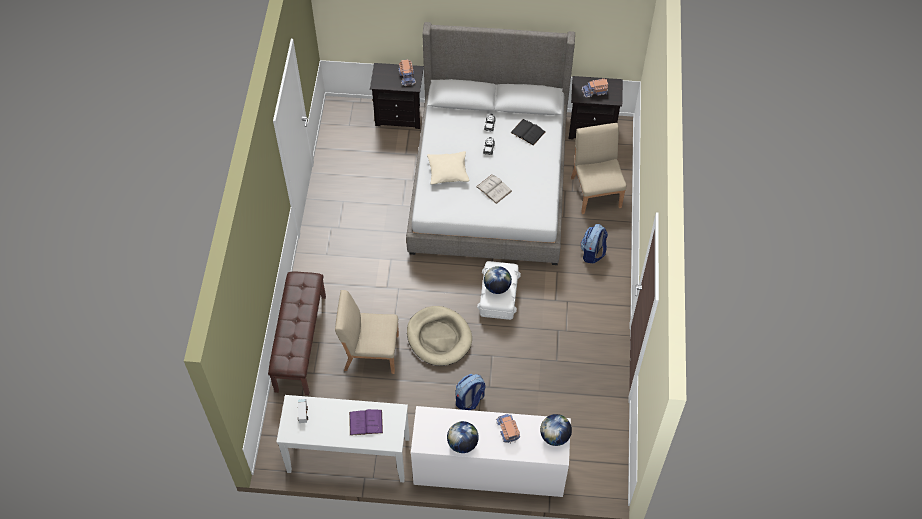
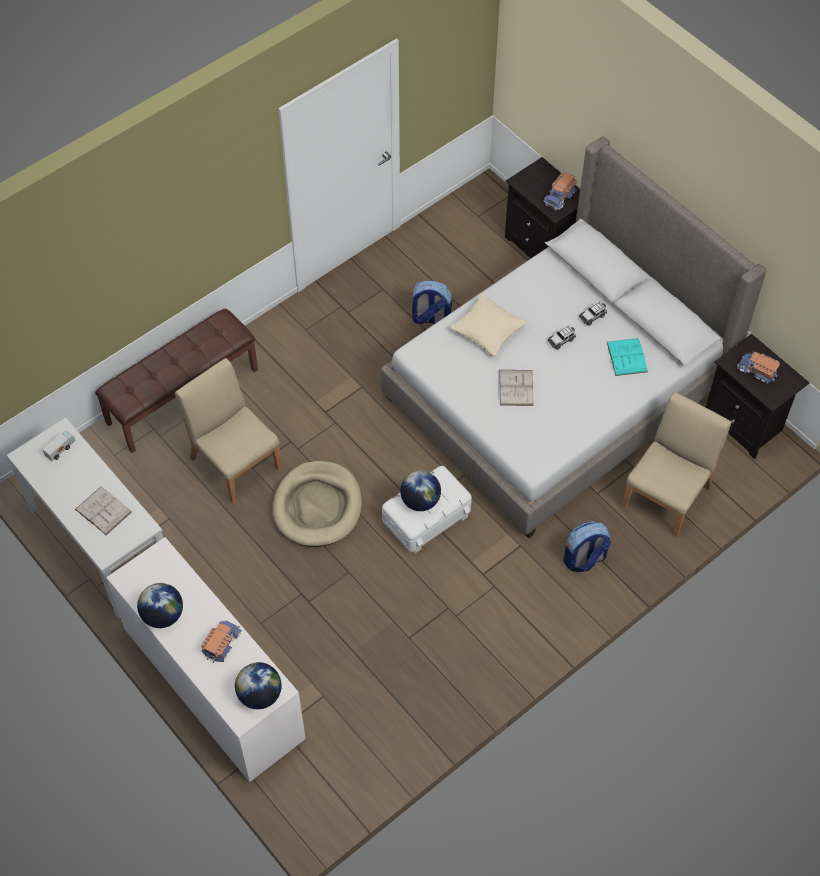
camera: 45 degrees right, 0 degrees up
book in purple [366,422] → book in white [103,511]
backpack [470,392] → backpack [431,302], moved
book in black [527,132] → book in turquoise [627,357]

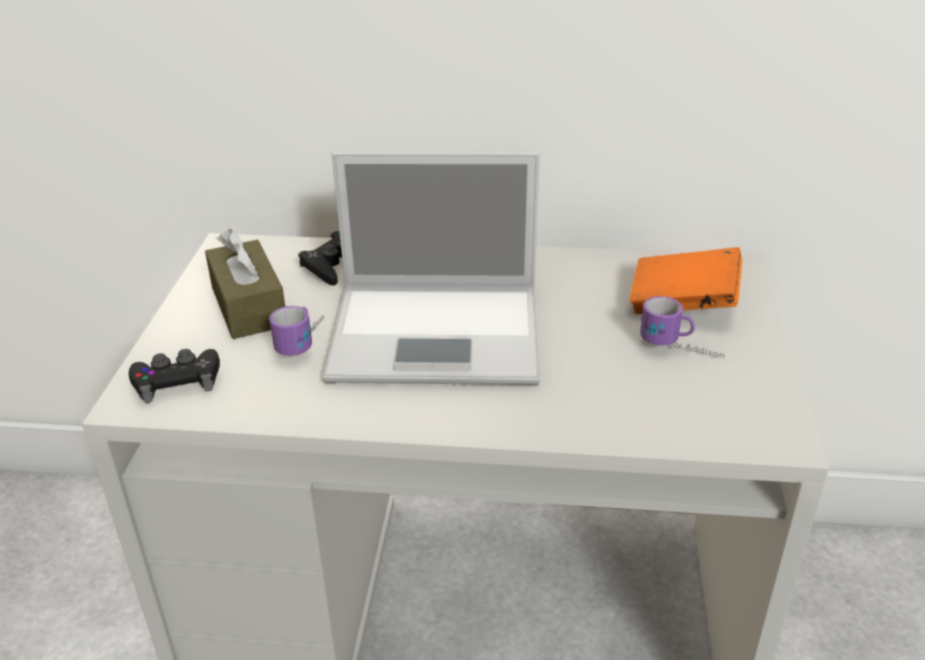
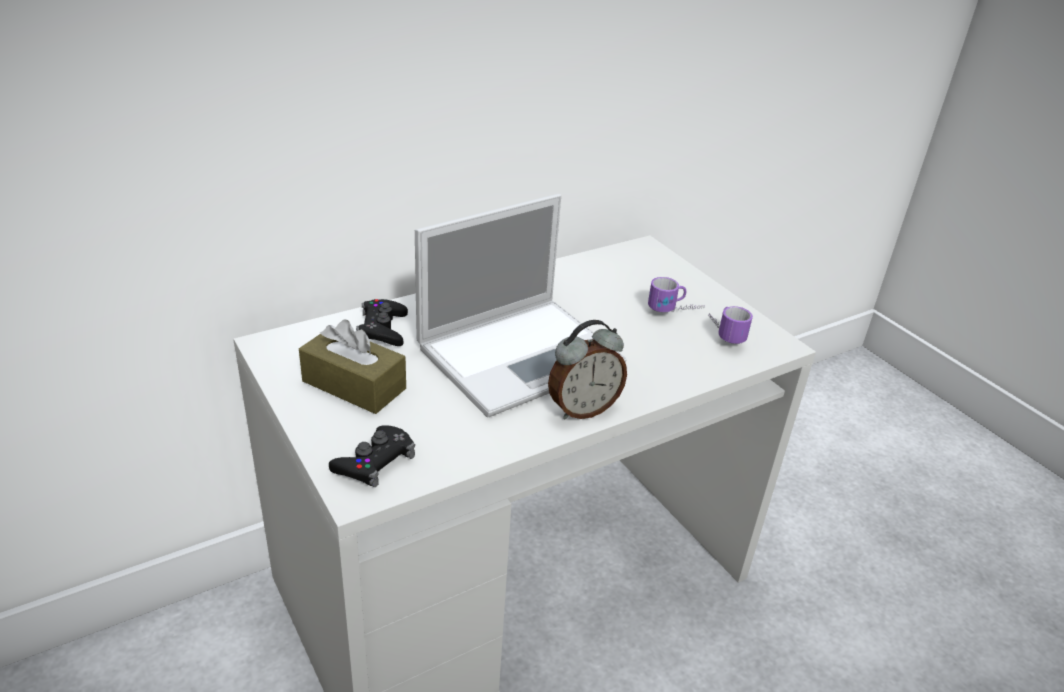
camera: 40 degrees left, 0 degrees up
- → alarm clock [587,369]
mug [296,331] → mug [731,325], moved
book in orange [685,280] → -

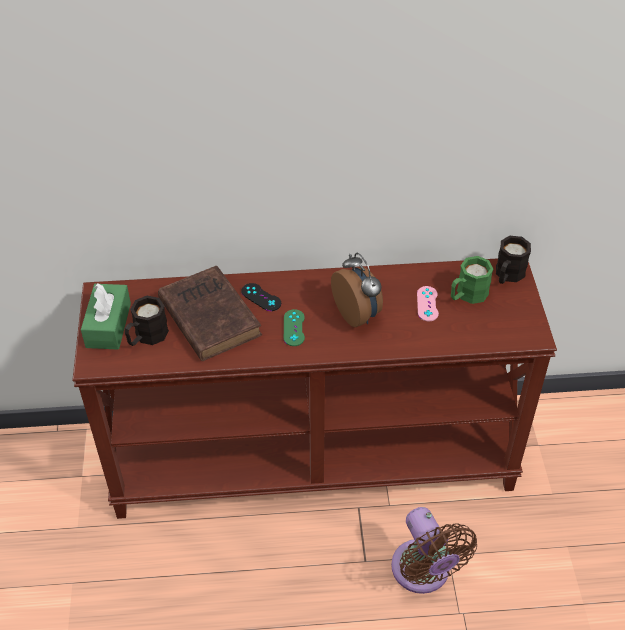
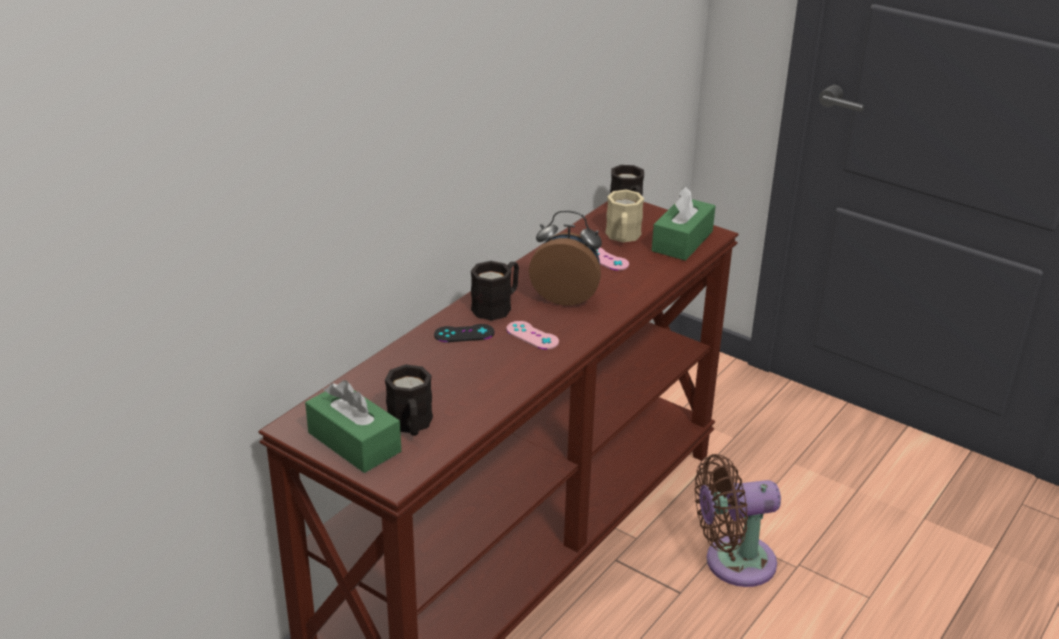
camera: 50 degrees left, 15 degrees down
- → mug in black [495,291]
game controller in green [294,327] → game controller in pink [532,335]
mug in green [472,280] → mug in beige [624,216]
- → tissue box in green [683,223]
fan in brown [434,550] → fan in brown [738,520], 150 degrees clockwise
book in brown [210,313] → -

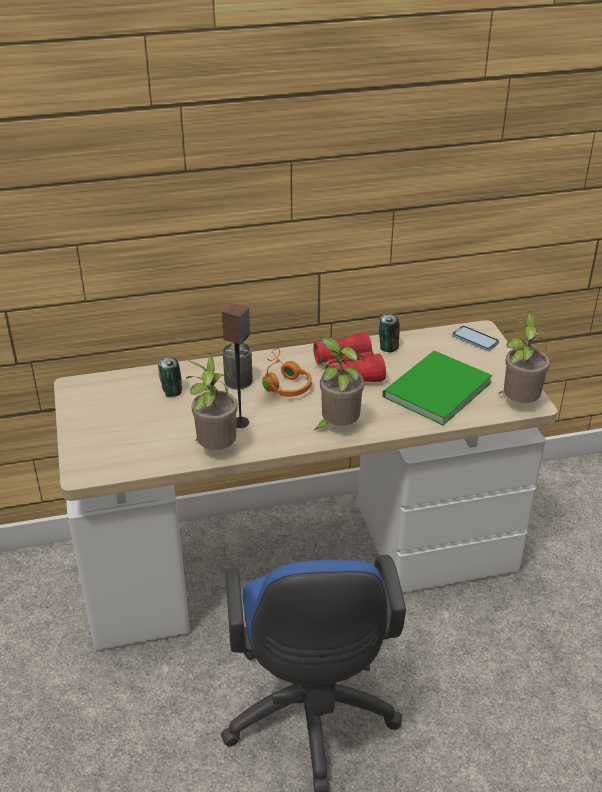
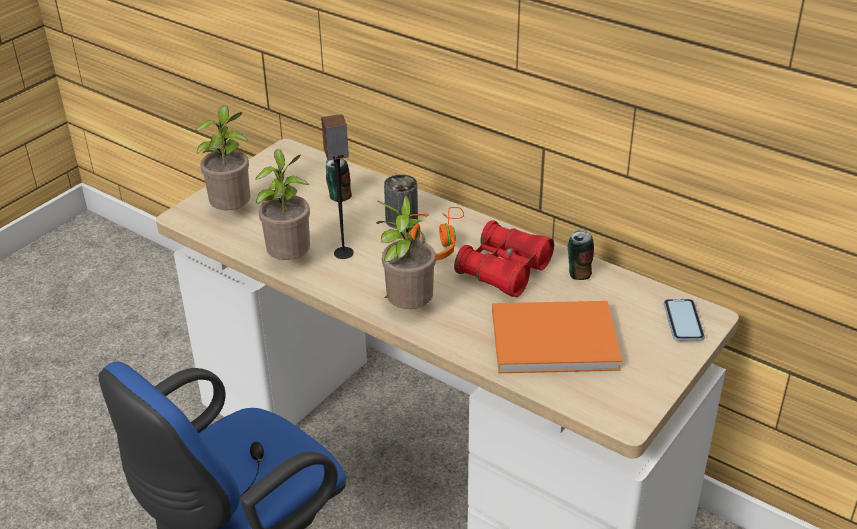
camera: 50 degrees right, 0 degrees up
potted plant [524,357] → potted plant [222,158], moved
book in green [437,387] → book in orange [557,337]

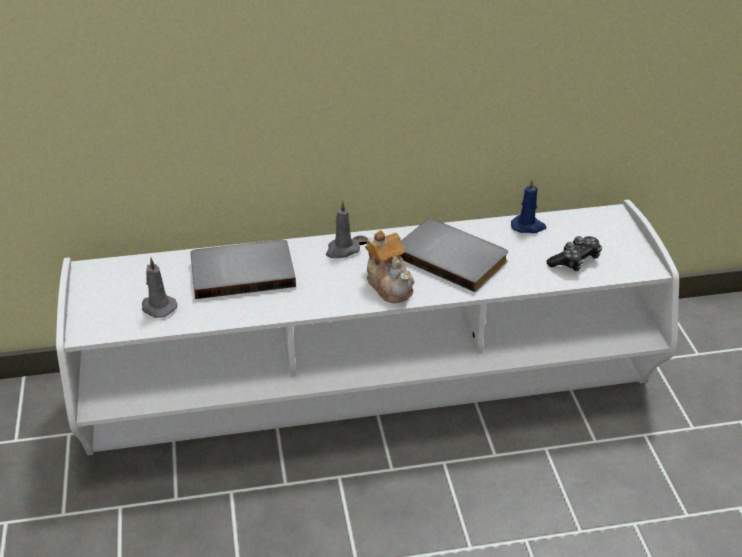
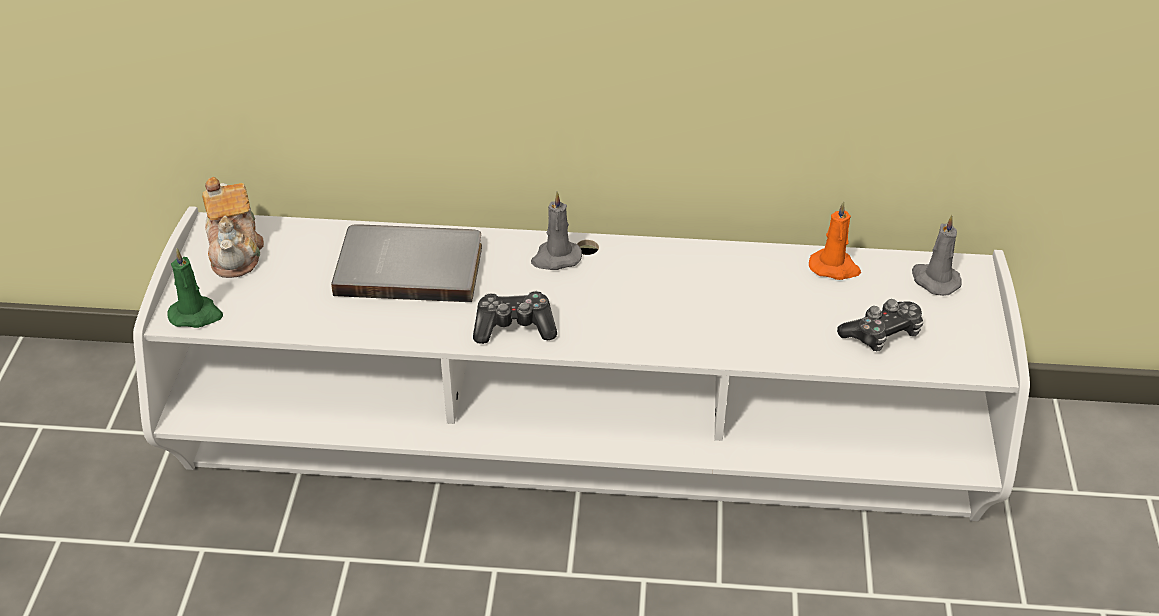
camera: 15 degrees right, 5 degrees up
- → candle in green [195,288]
teapot [389,266] → teapot [233,227], moved
- → game controller [515,317]
candle in blue [528,205] → candle in orange [835,240]
candle in grey [159,287] → candle in grey [937,255], moved
book in grey [454,255] → -

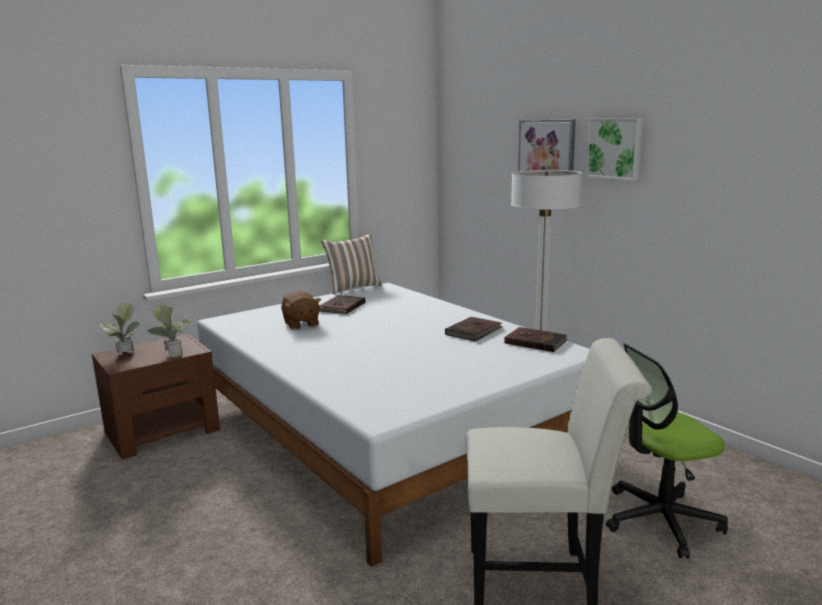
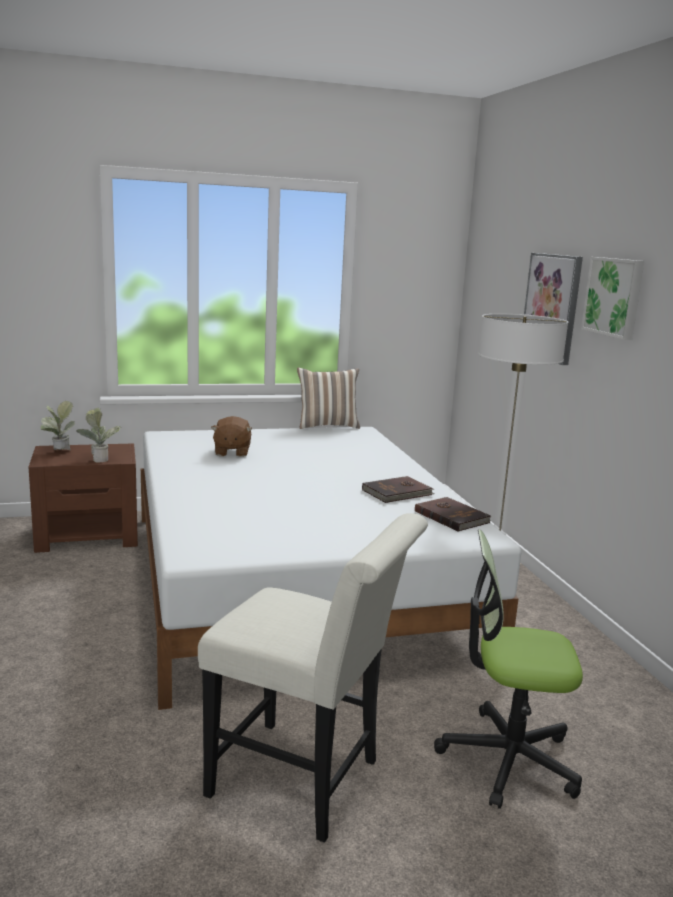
camera: 20 degrees right, 0 degrees up
book in brown [342,304] → -

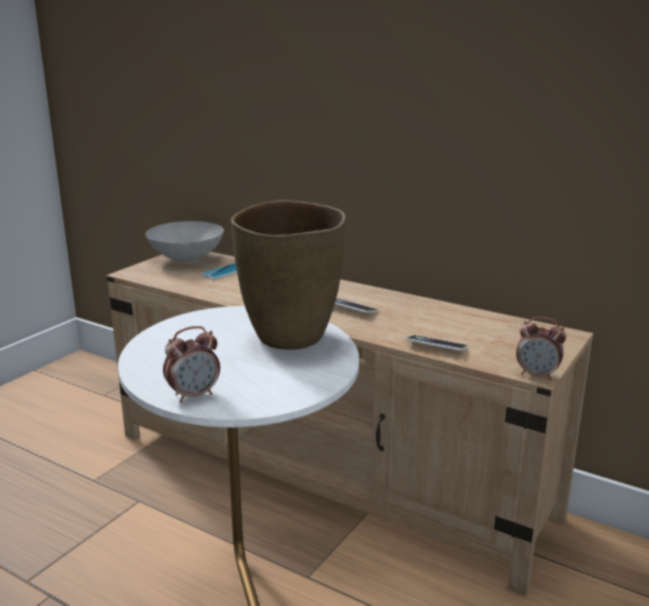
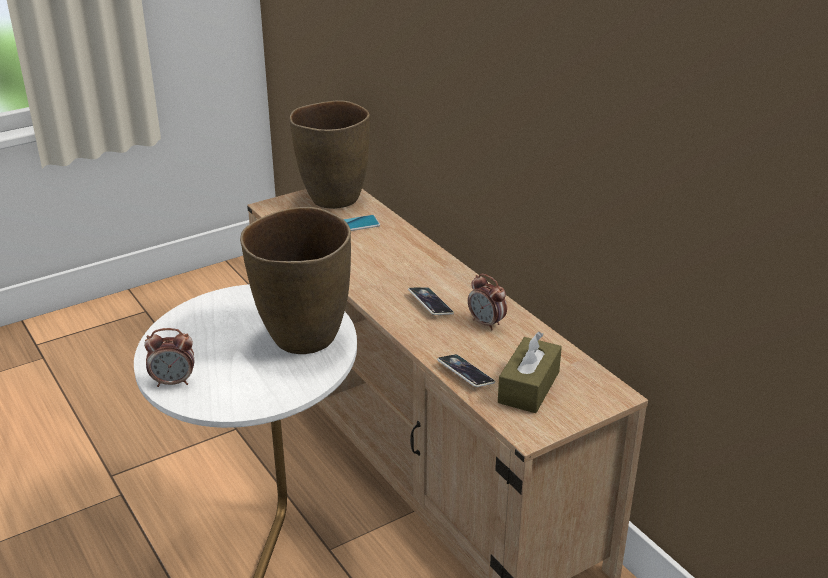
camera: 25 degrees right, 10 degrees up
bowl in grey [185,242] → vase in brown [329,155]
alarm clock [541,348] → alarm clock [487,302], moved
- → tissue box in brown [530,372]

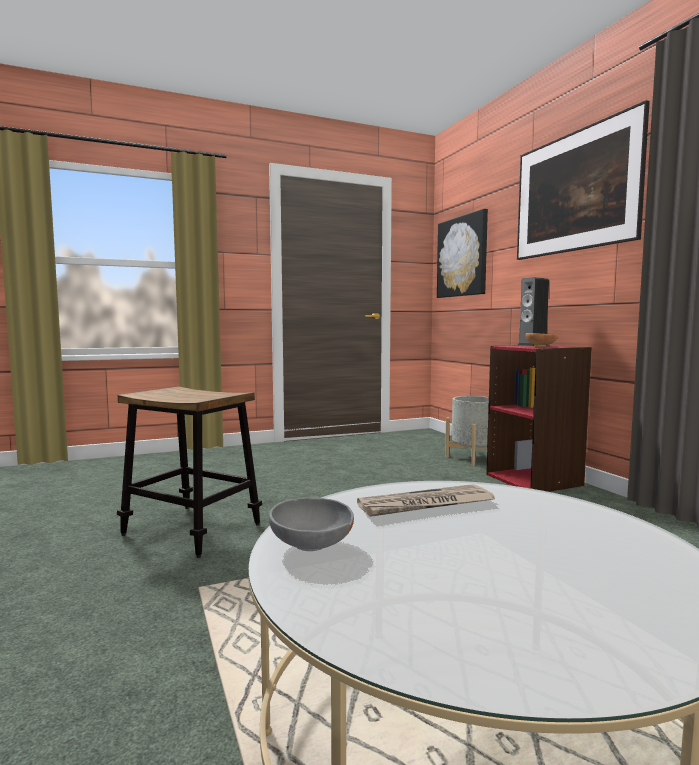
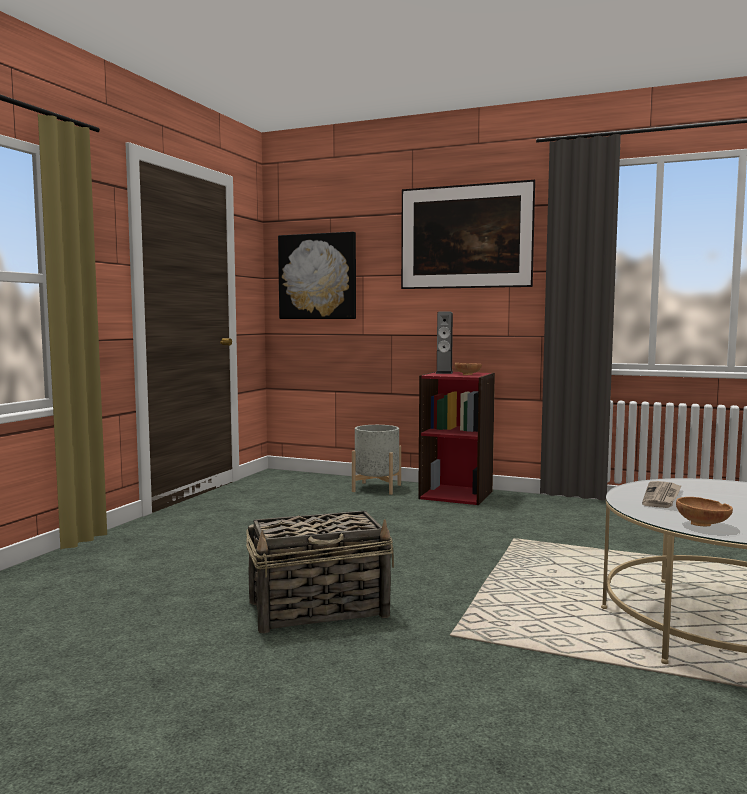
camera: 45 degrees left, 0 degrees up
stool [189,472] → basket [320,571]
bowl in grey [311,524] → bowl in brown [704,511]

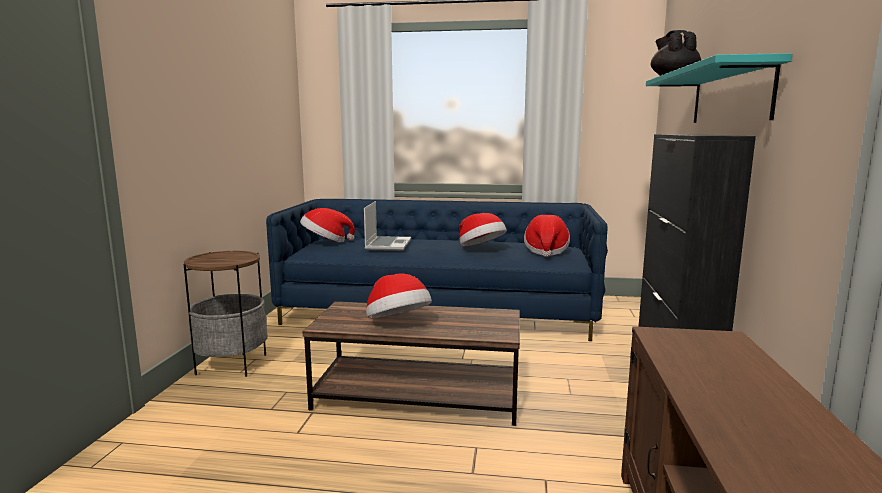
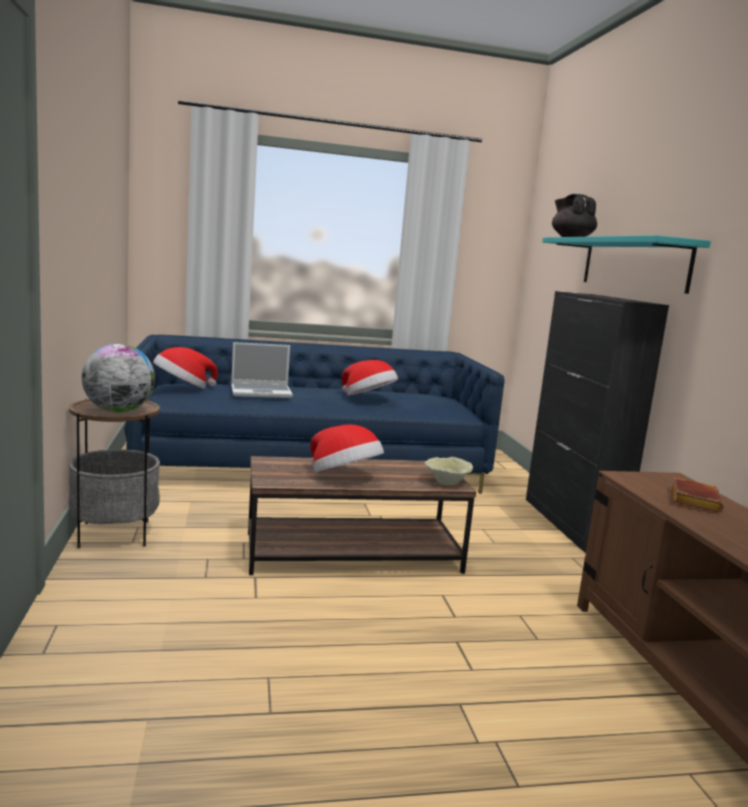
camera: 20 degrees left, 0 degrees up
- → globe [118,378]
laptop [387,225] → laptop [262,370], 90 degrees clockwise
- → bowl in beige [448,471]
- → book in brown [698,495]
hat [547,236] → -

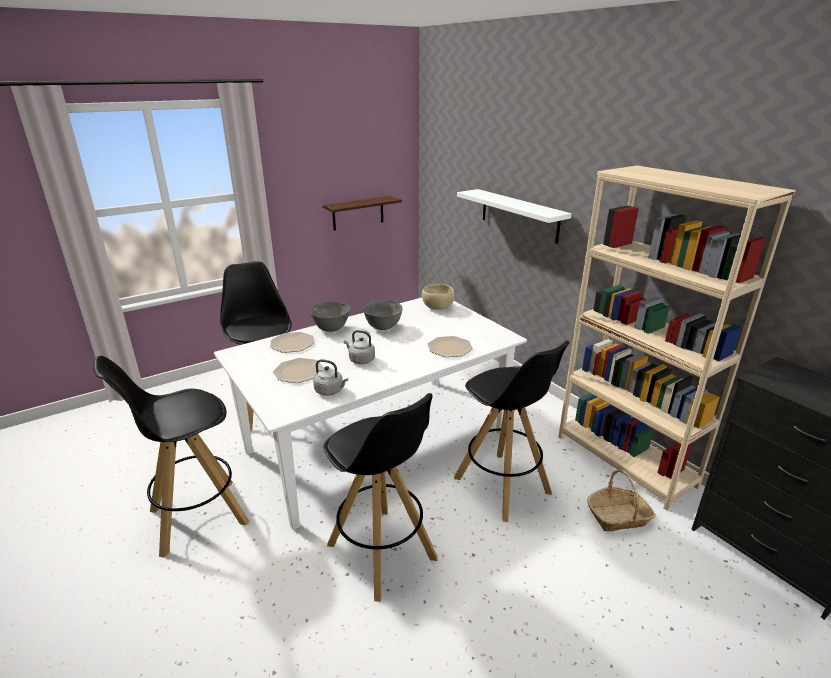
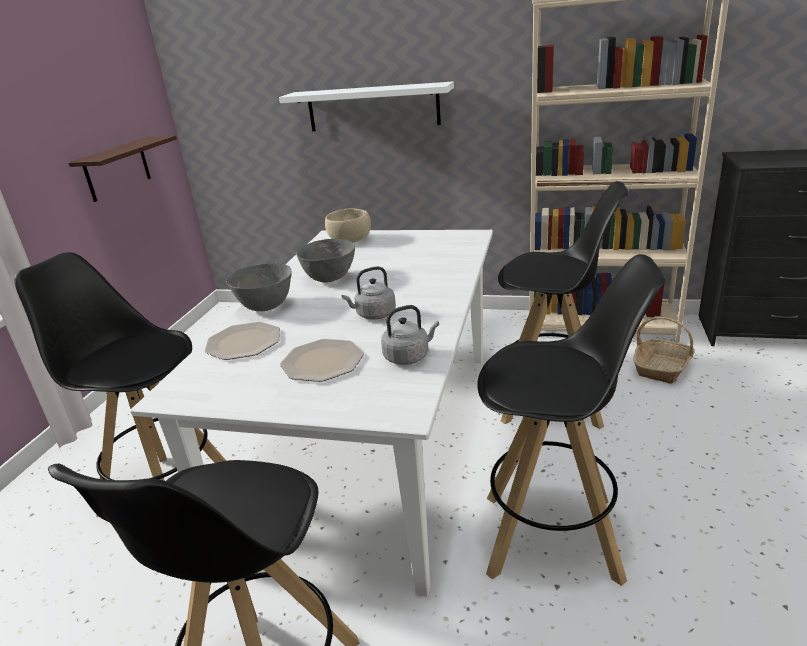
camera: 40 degrees left, 0 degrees up
plate [450,346] → -

